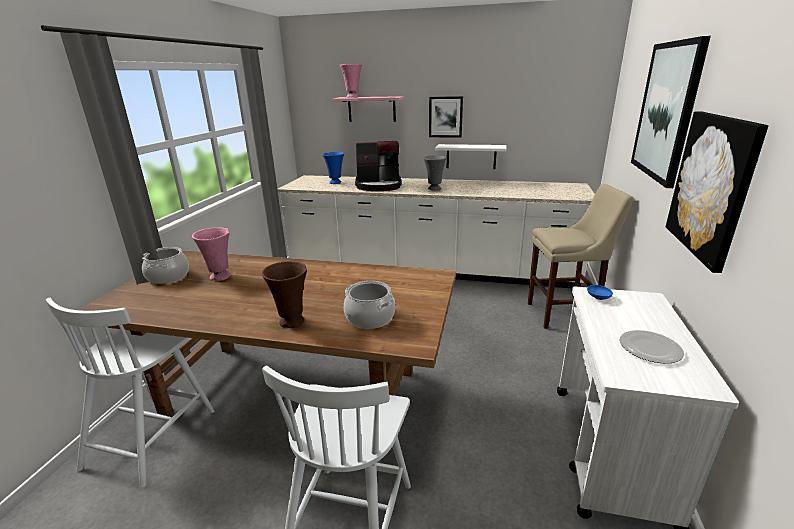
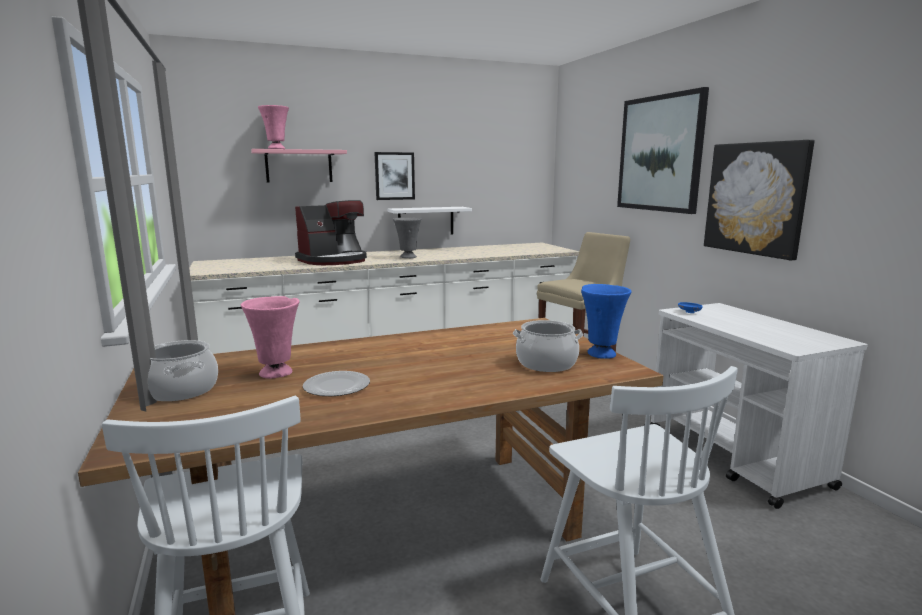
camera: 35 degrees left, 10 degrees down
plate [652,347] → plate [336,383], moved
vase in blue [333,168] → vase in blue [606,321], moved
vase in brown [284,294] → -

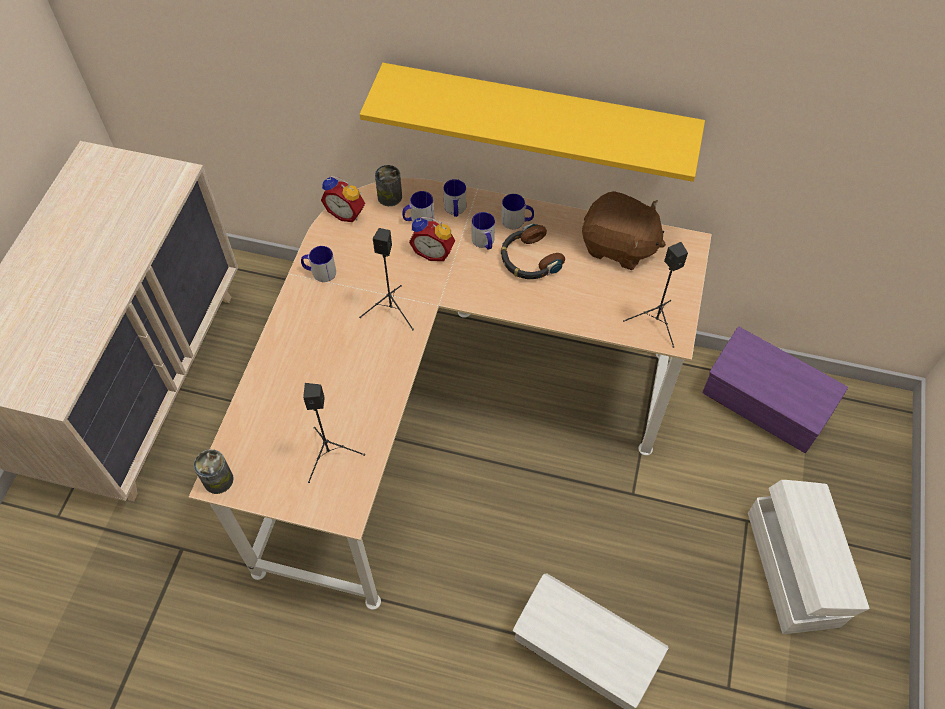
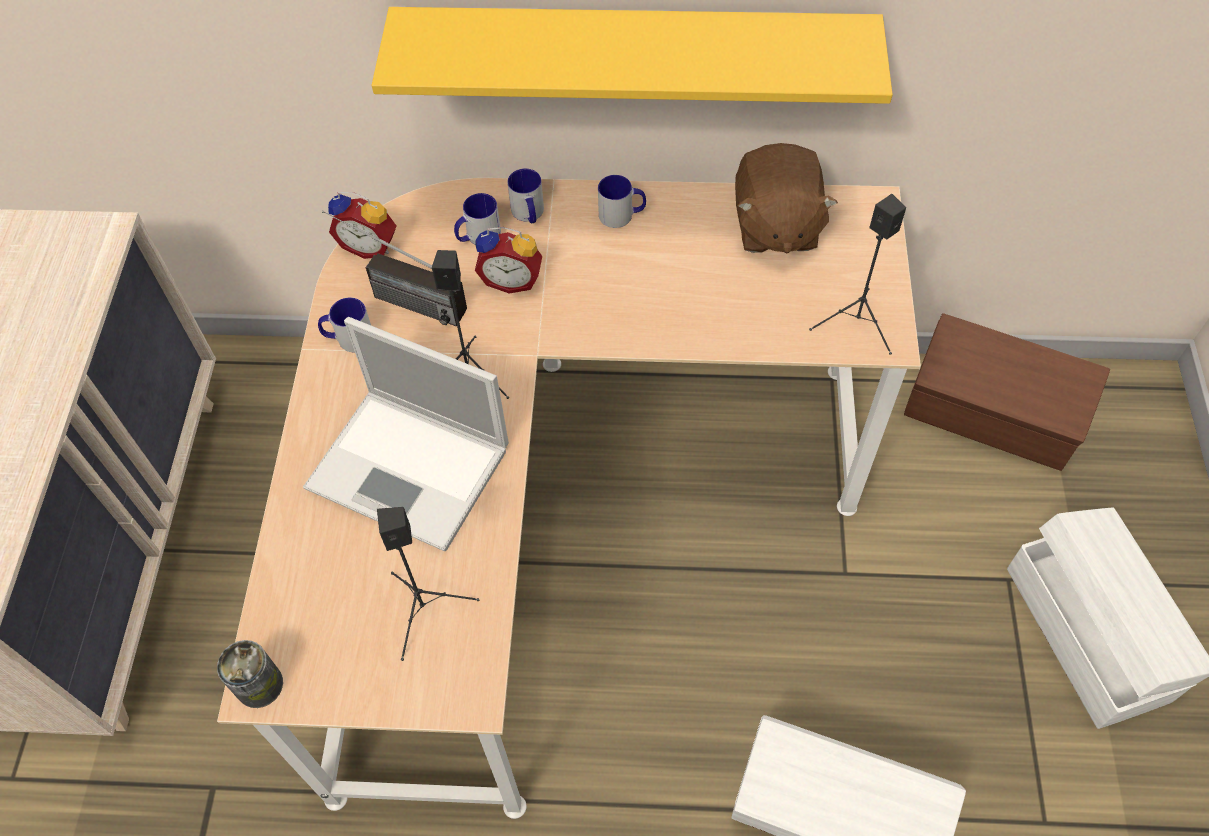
camera: 10 degrees left, 0 degrees up
- → laptop [406,434]
- → radio [394,268]
plush toy in brown [624,230] → plush toy in brown [786,198], 75 degrees clockwise
storage box in purple [775,389] → storage box in brown [1007,392]
can [388,185] → -
mug [483,230] → -
headphones [533,251] → -

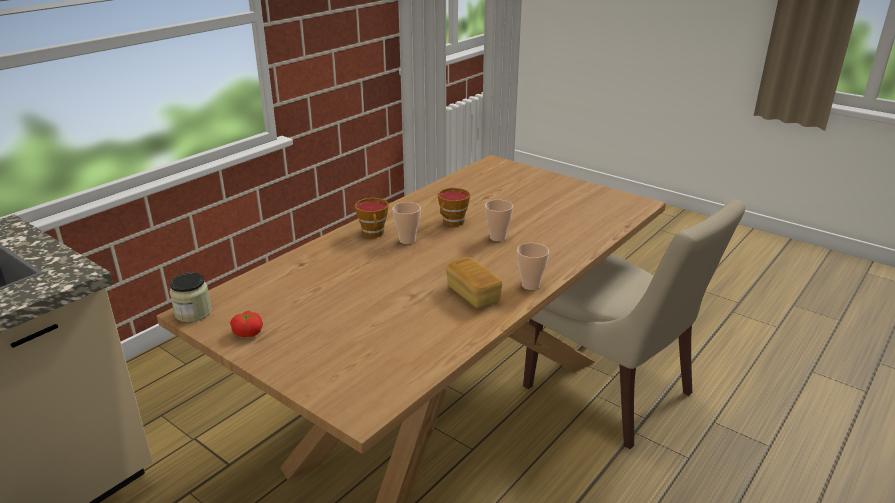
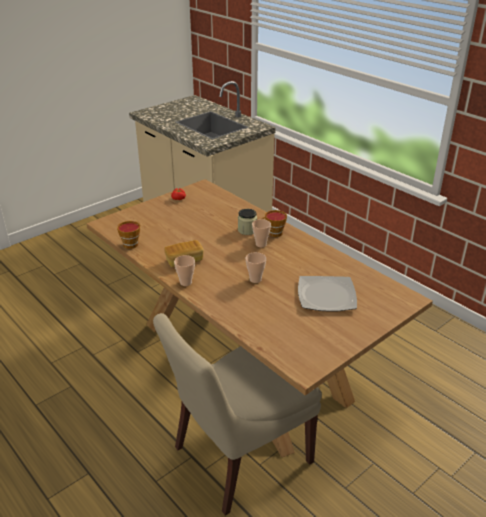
camera: 100 degrees right, 5 degrees up
cup [454,207] → cup [128,235], moved
jar [190,297] → jar [247,222], moved
- → plate [327,294]

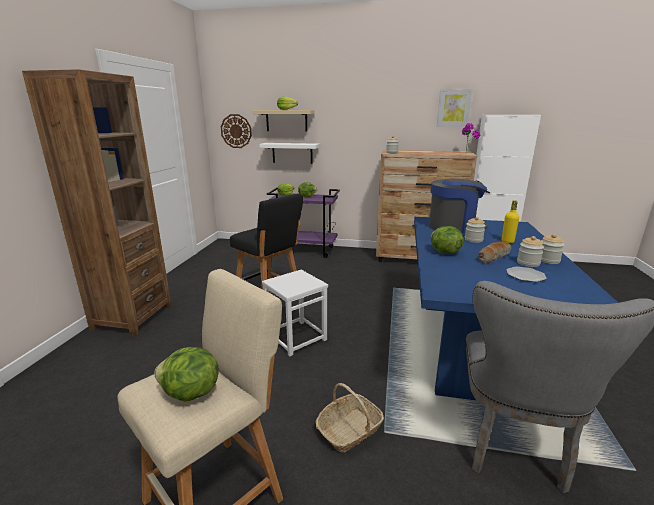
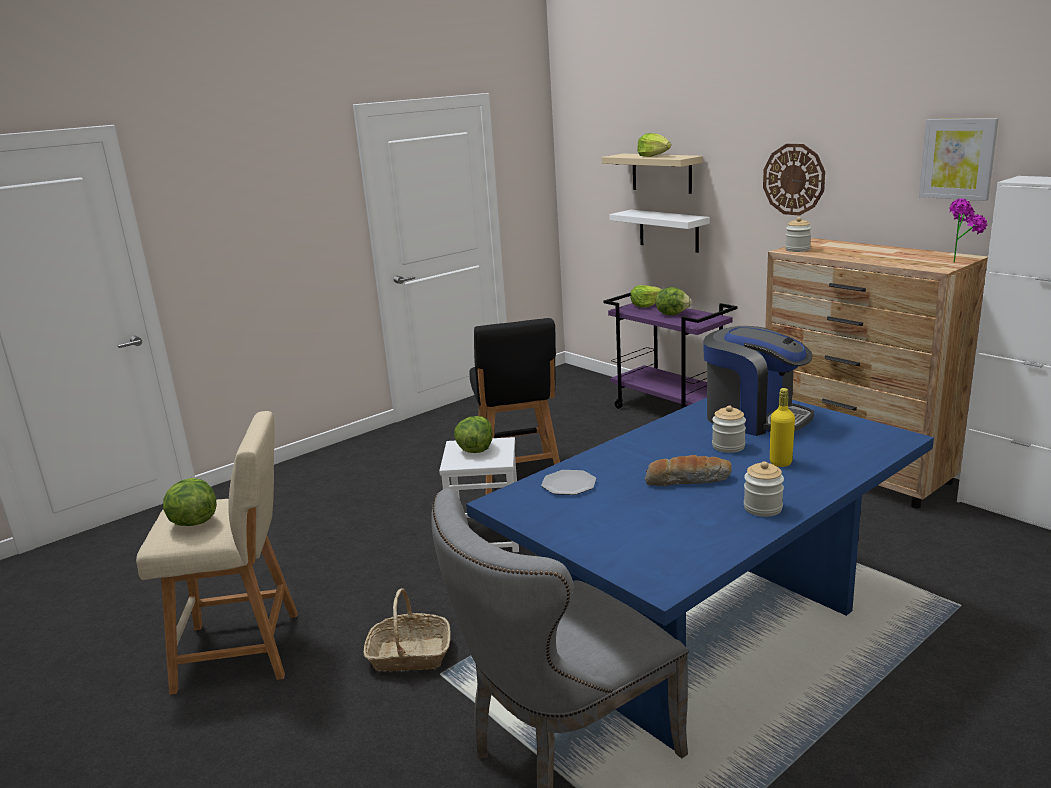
camera: 40 degrees right, 0 degrees up
lettuce [447,240] → lettuce [473,434], moved
plate [526,274] → plate [568,482], moved
wall clock [236,131] → wall clock [794,180], moved
bookcase in brown [97,202] → -
jar [530,251] → -

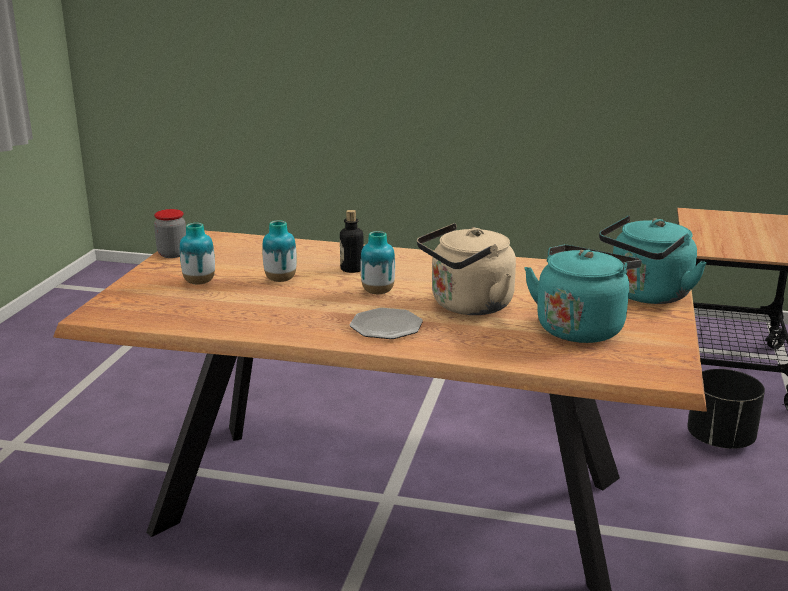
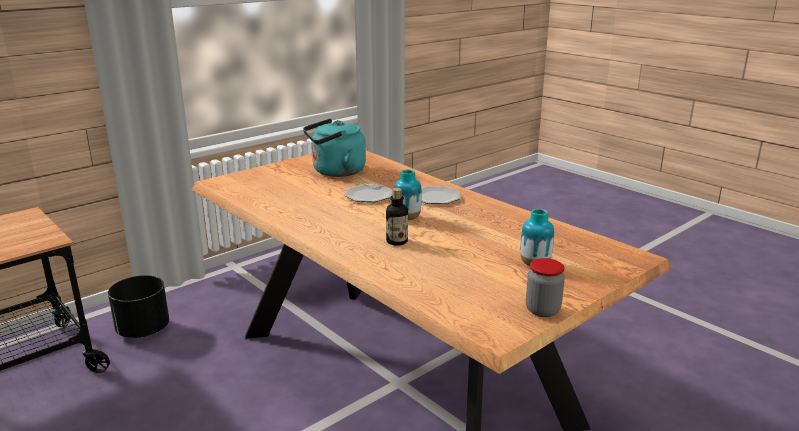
camera: 145 degrees left, 0 degrees up
kettle in beige [466,269] → plate [368,193]
vase [279,251] → -
kettle in turquoise [653,259] → -

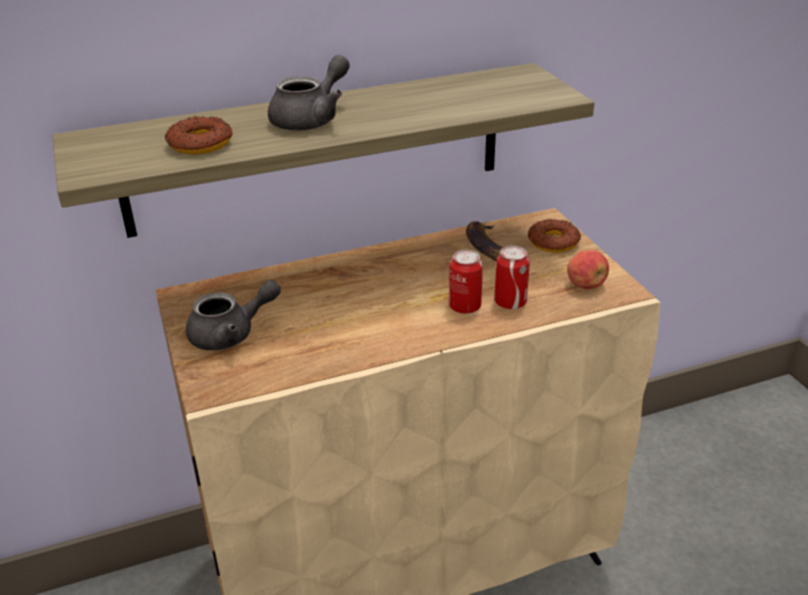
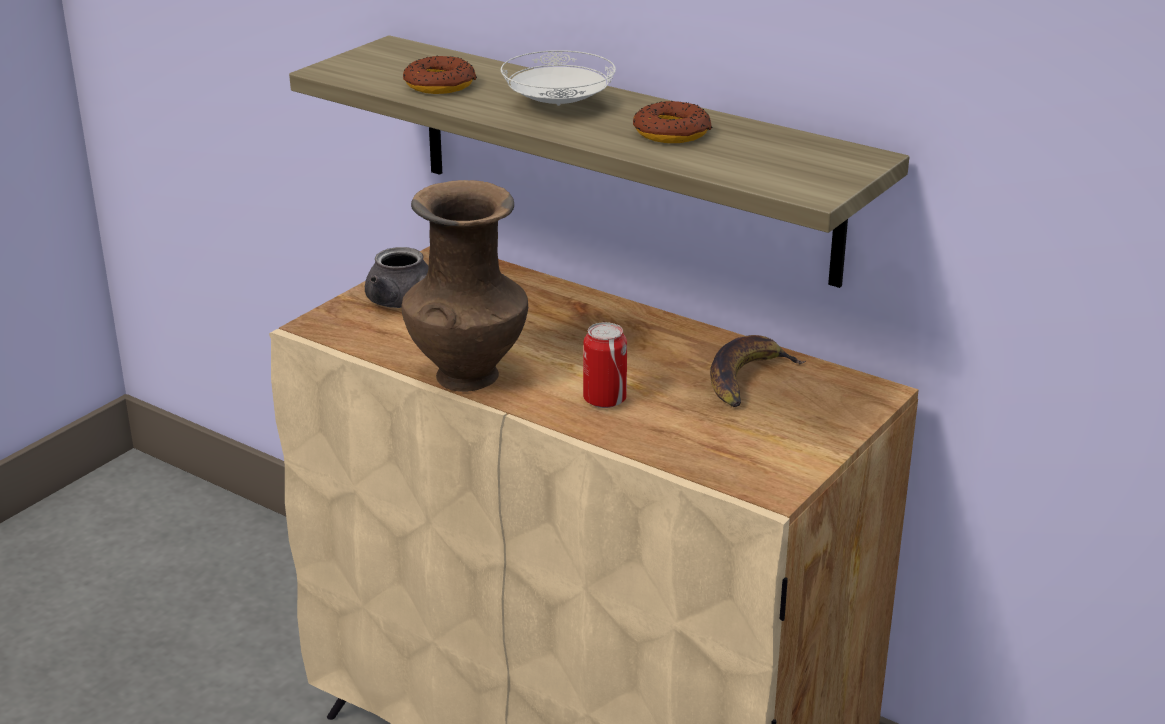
camera: 55 degrees right, 5 degrees down
- → vase in brown [465,286]
teapot in grey [309,93] → plate in white [558,78]
donut [554,236] → donut [672,122], moved
can [512,277] → -
apple [588,269] → -

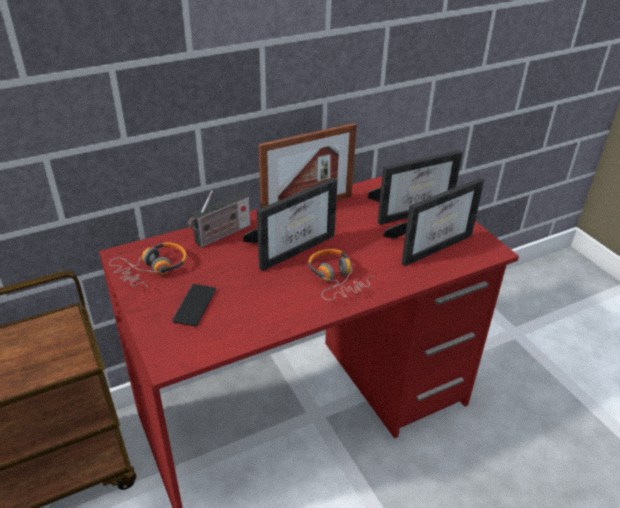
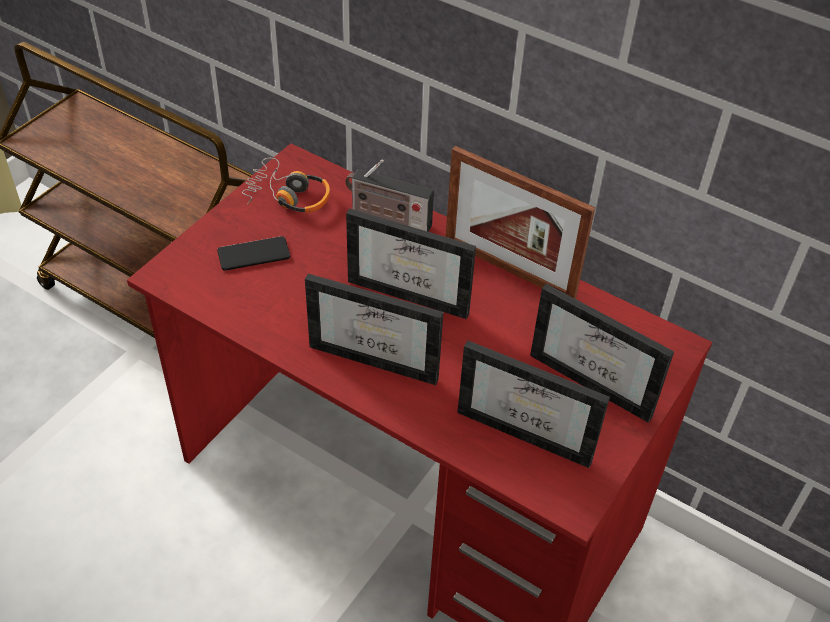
camera: 60 degrees right, 10 degrees up
headphones [341,274] → picture frame [374,329]

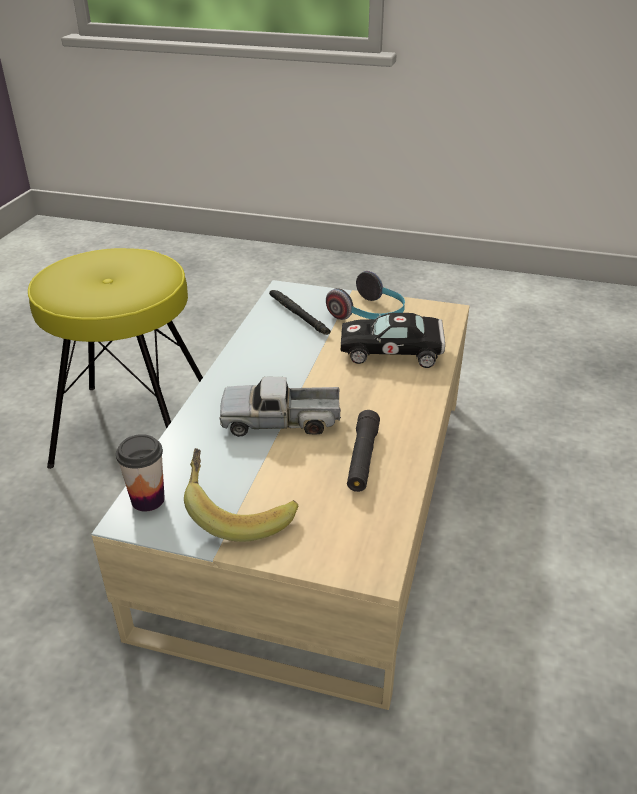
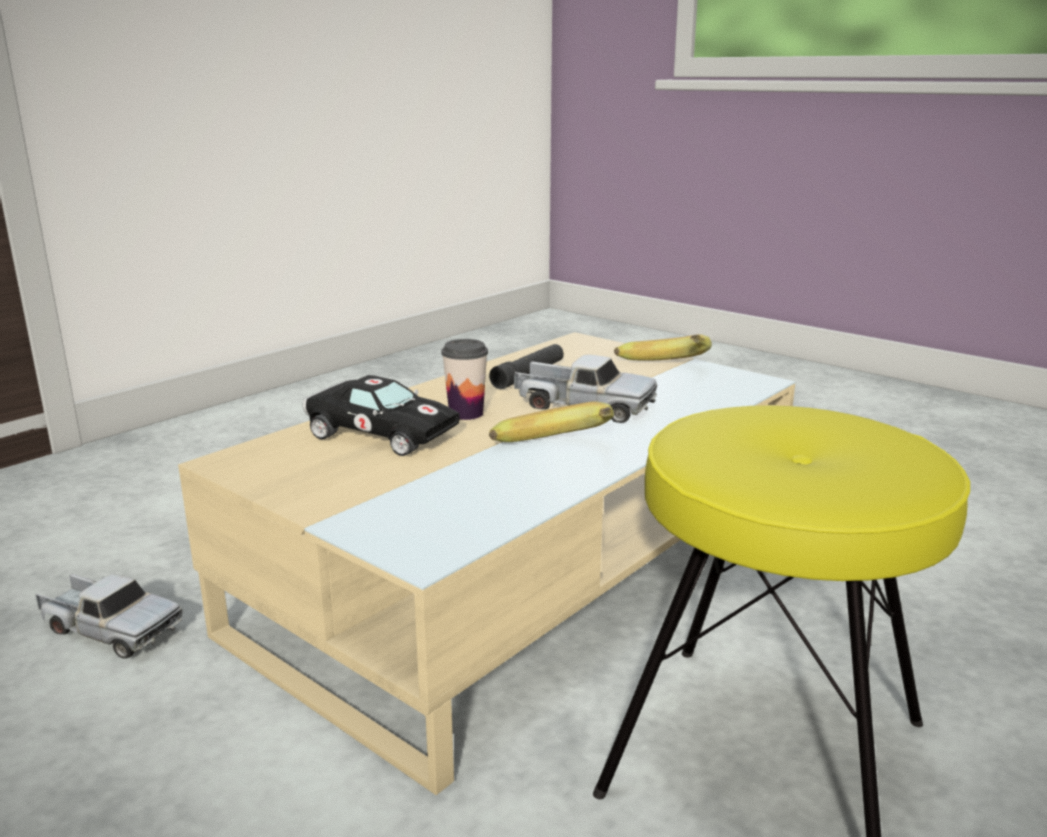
camera: 155 degrees left, 15 degrees down
- → toy truck [109,616]
cup [140,473] → cup [464,379], moved
- → banana [551,422]
flashlight in black [300,312] → -
headphones [365,295] → -

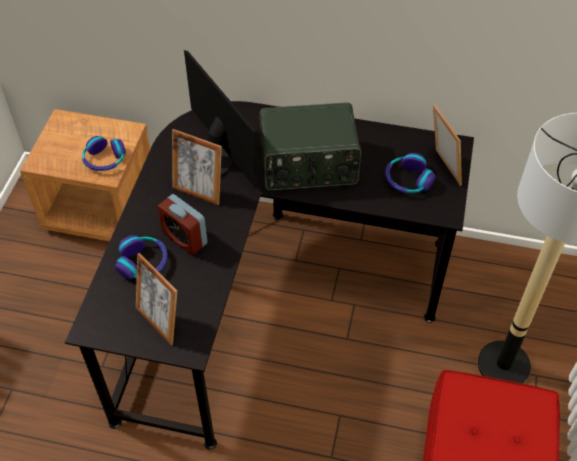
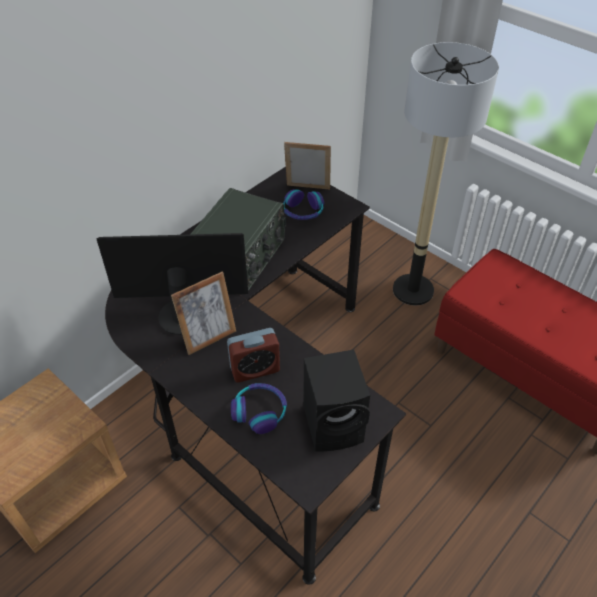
camera: 60 degrees left, 5 degrees down
picture frame [156,299] → speaker in black [336,401]
headphones [104,153] → -

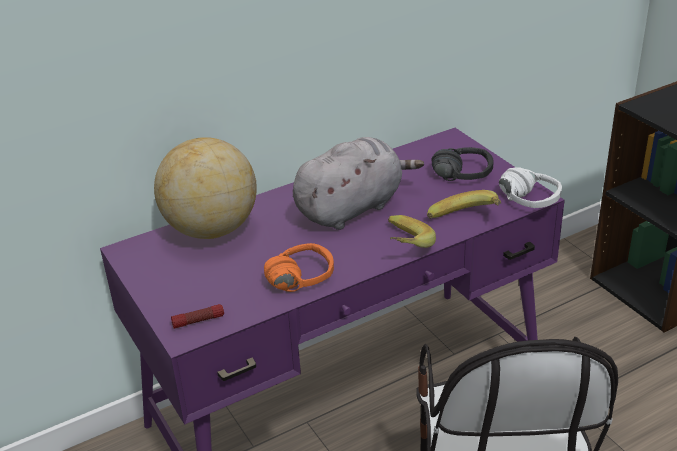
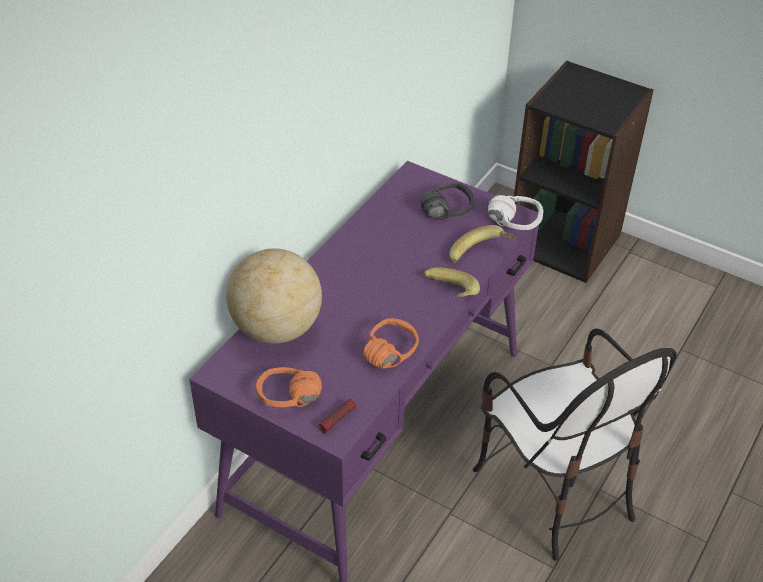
camera: 30 degrees left, 10 degrees up
- → headphones in orange [289,387]
plush toy in grey [358,183] → -

